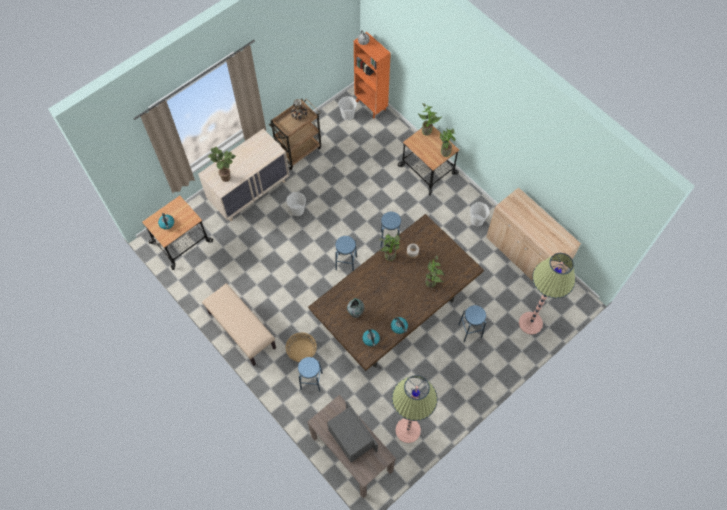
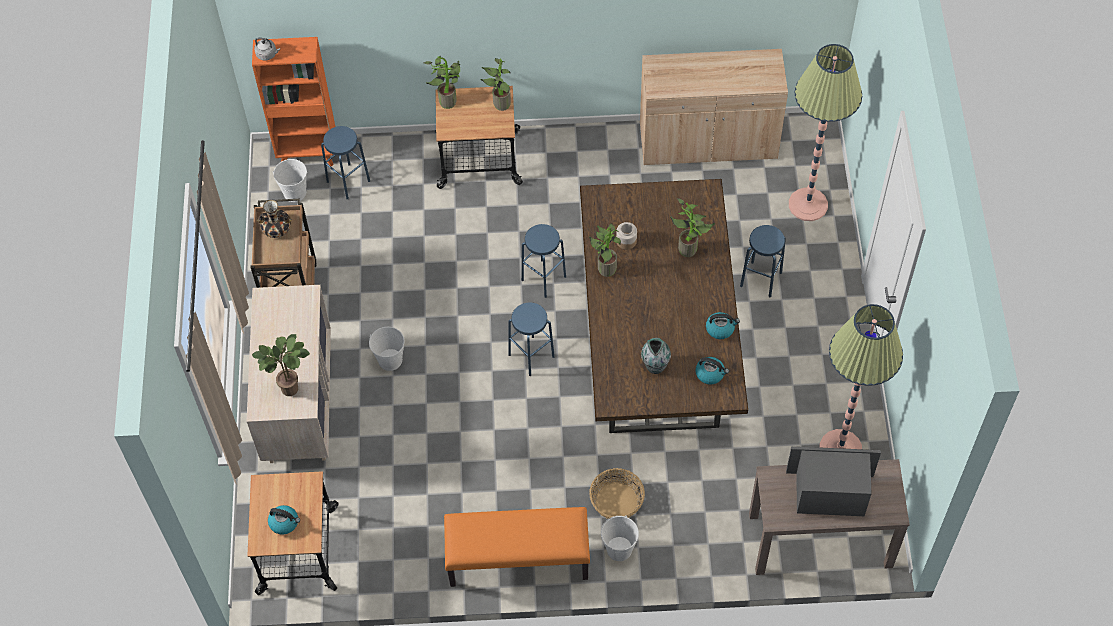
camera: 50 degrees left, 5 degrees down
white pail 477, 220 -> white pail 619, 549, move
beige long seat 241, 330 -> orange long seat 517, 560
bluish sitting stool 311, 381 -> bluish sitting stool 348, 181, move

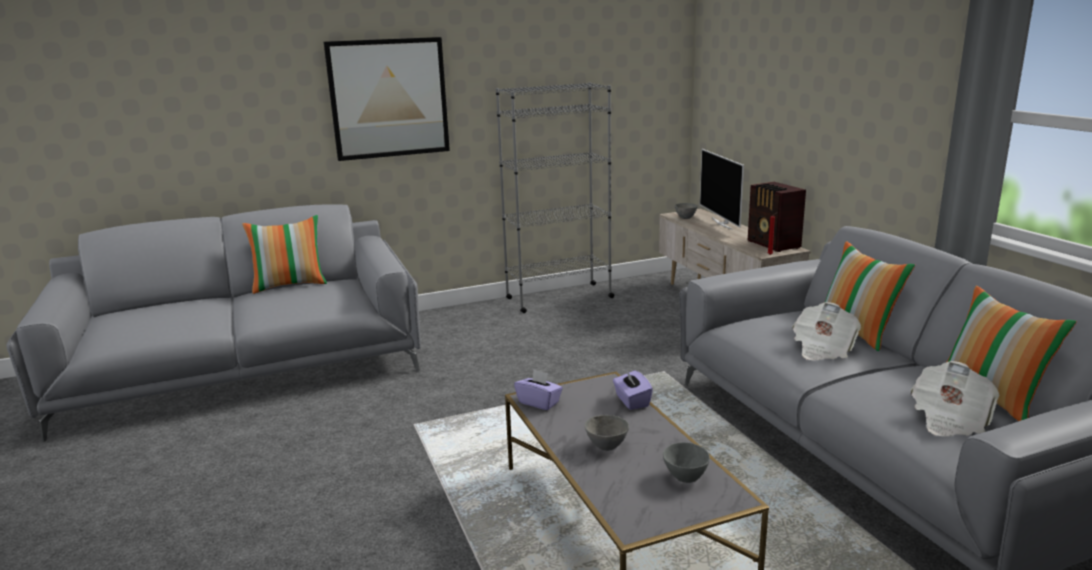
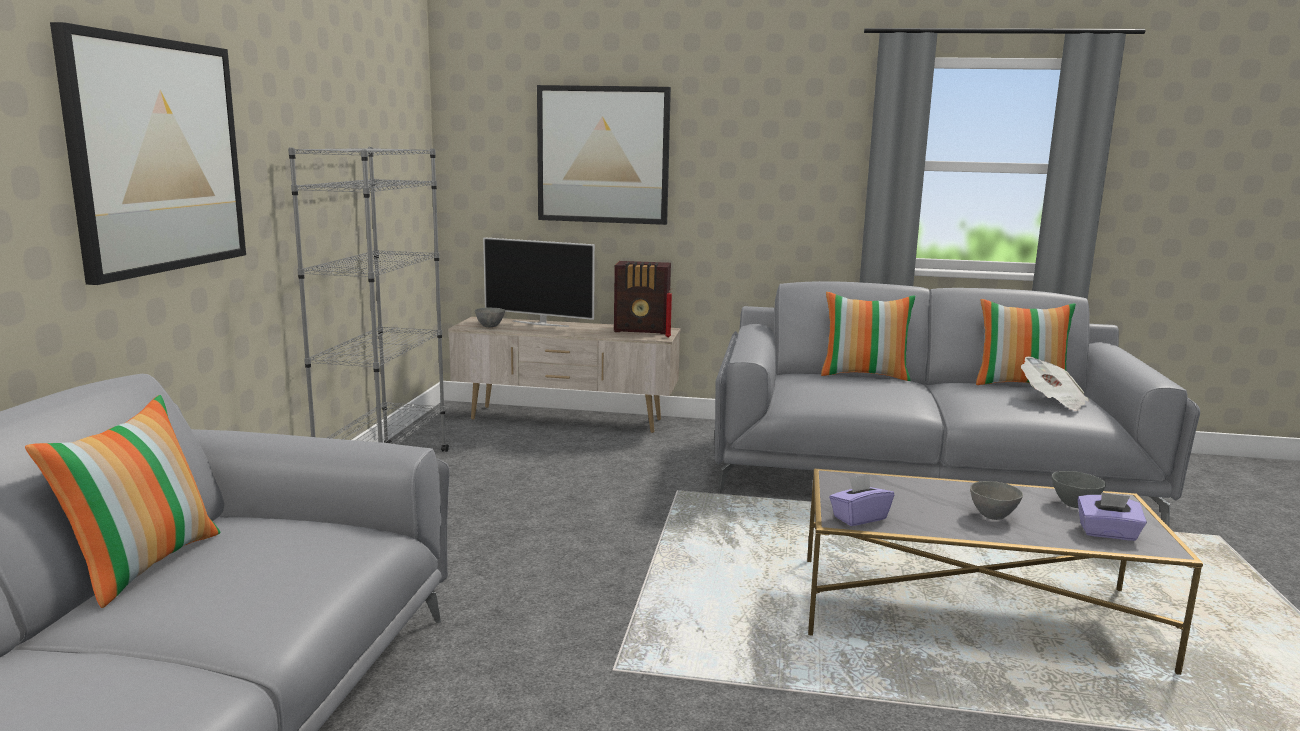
camera: 60 degrees left, 5 degrees down
printed paper 822, 349 -> none
purple box of tissues 631, 401 -> purple box of tissues 1108, 533, move
none -> wall art 603, 155

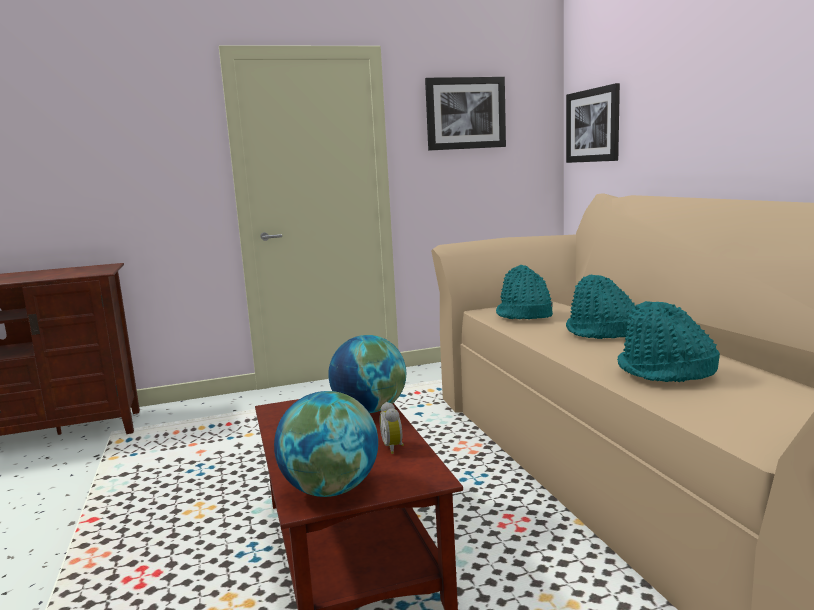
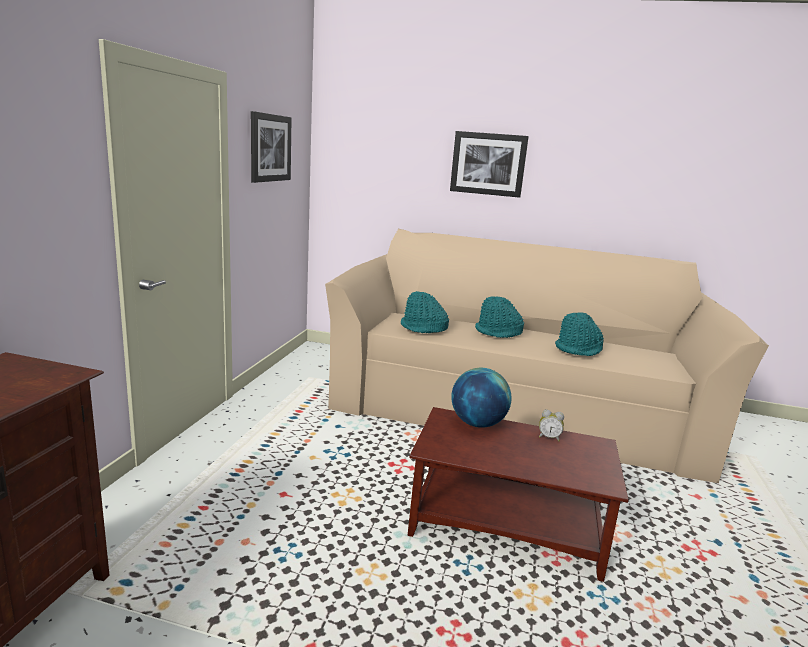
camera: 60 degrees left, 5 degrees up
wall art 593, 125 -> wall art 488, 164, move
globe 331, 489 -> none

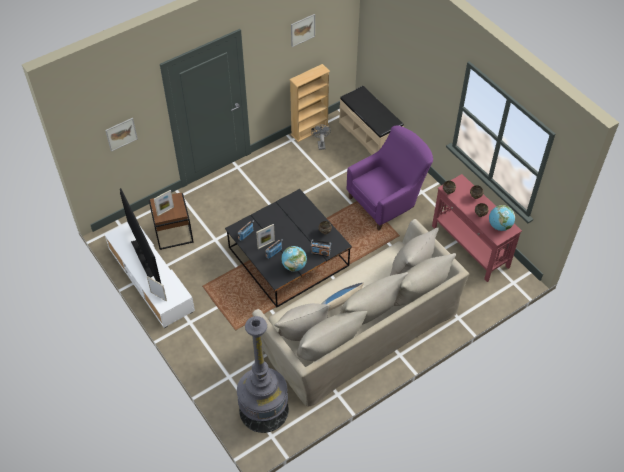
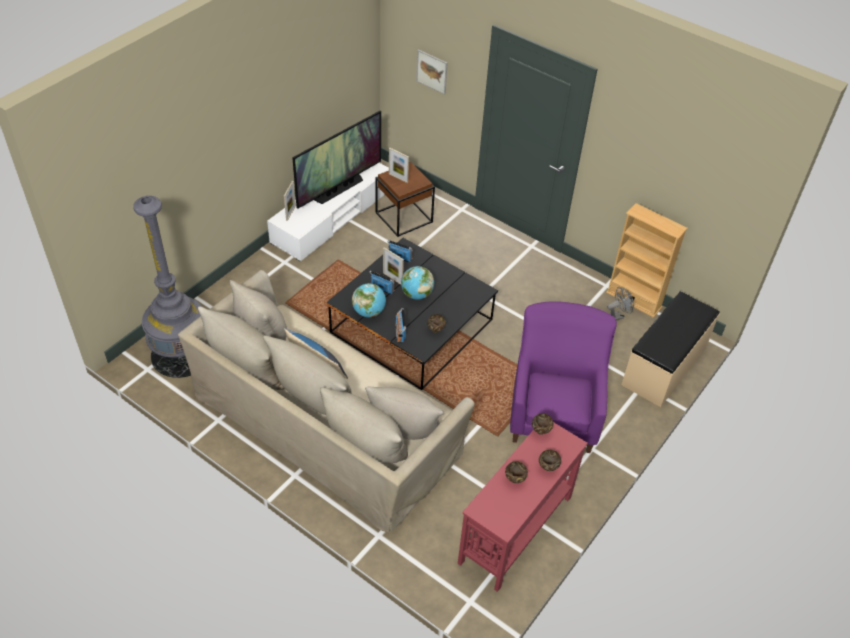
camera: 70 degrees right, 5 degrees down
wall art 302, 30 -> none
purple lounge chair 387, 201 -> purple lounge chair 553, 410, 120 degrees counterclockwise
globe 499, 226 -> globe 416, 294, move

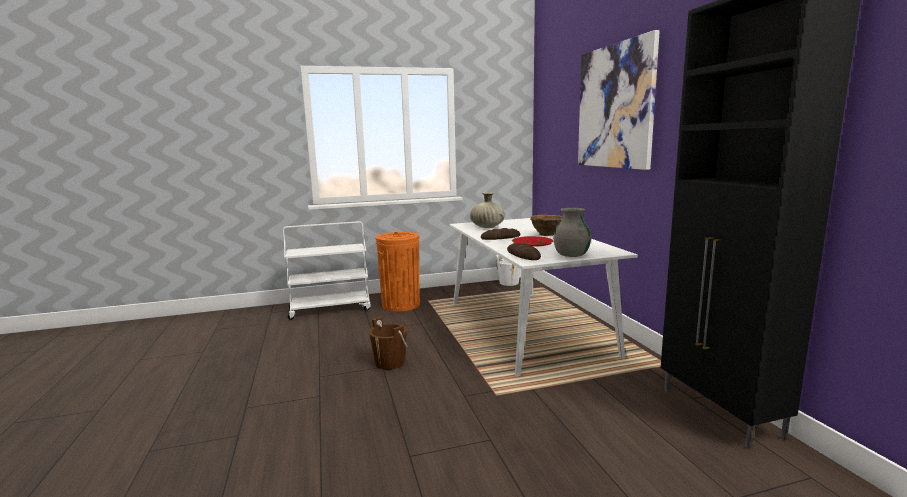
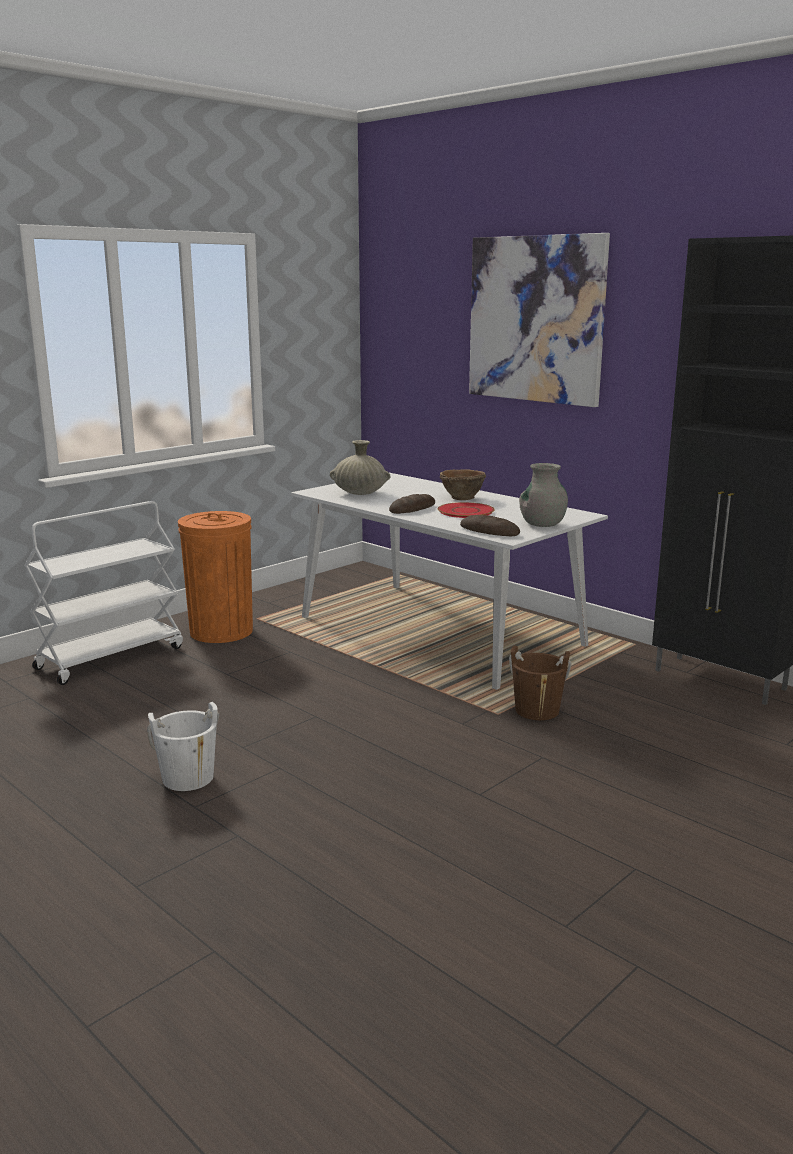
camera: 30 degrees left, 5 degrees up
white pail 509, 283 -> white pail 188, 778, move
brown-coloured pail 389, 363 -> brown-coloured pail 537, 710, move

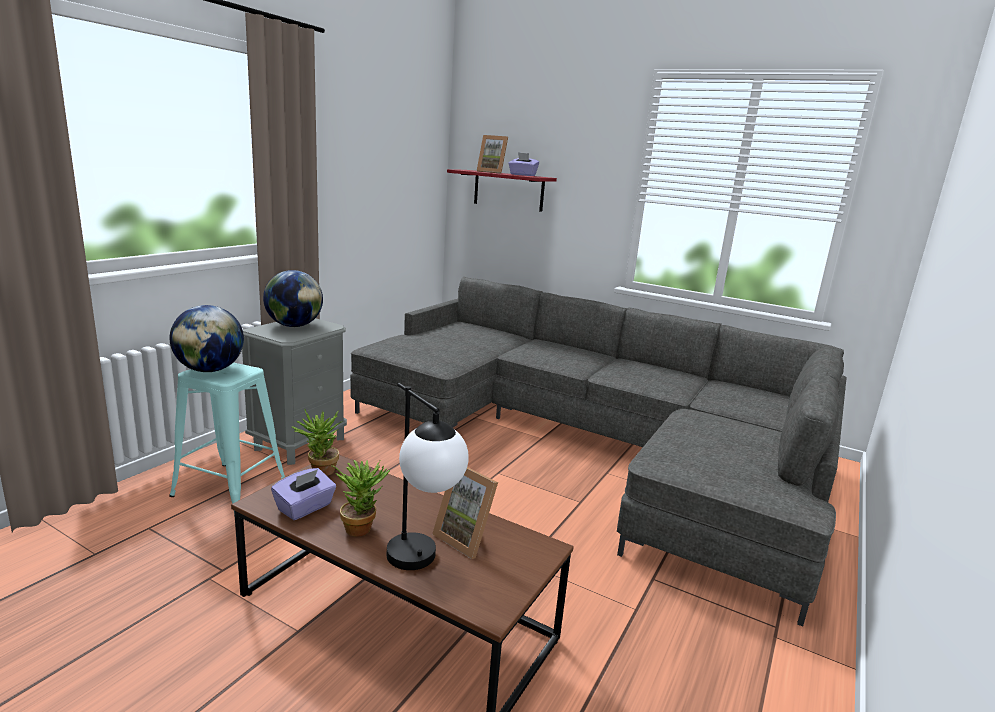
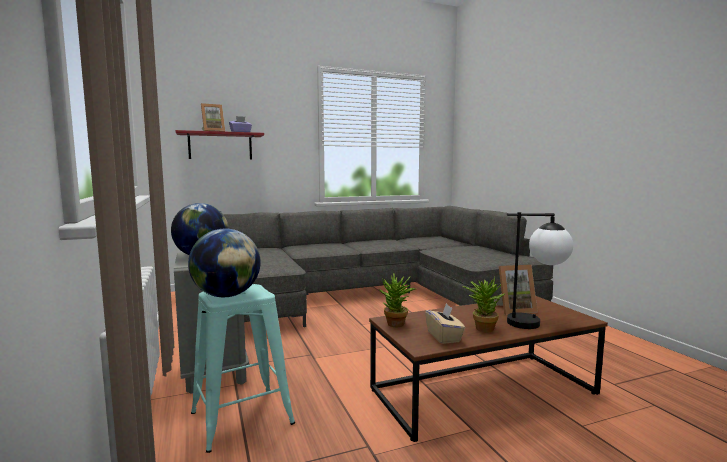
camera: 50 degrees left, 10 degrees down
purple box of tissues 305, 508 -> beige box of tissues 444, 337

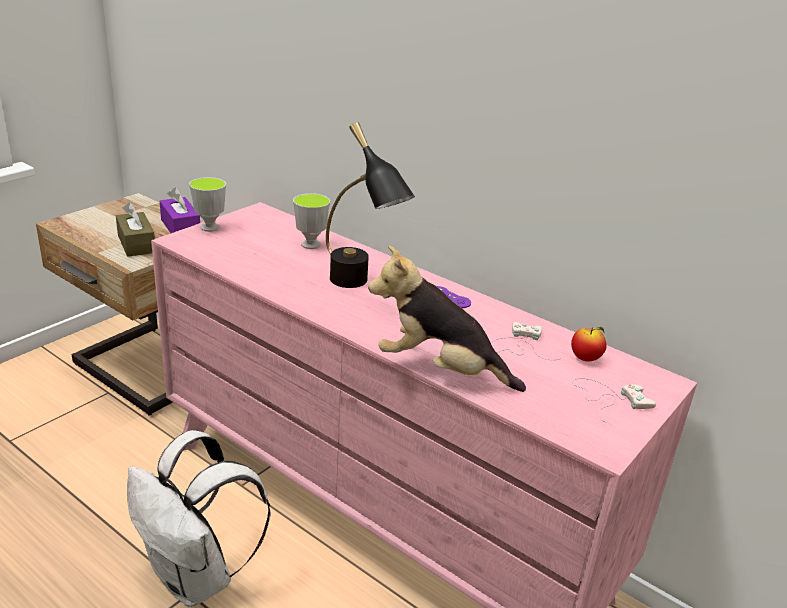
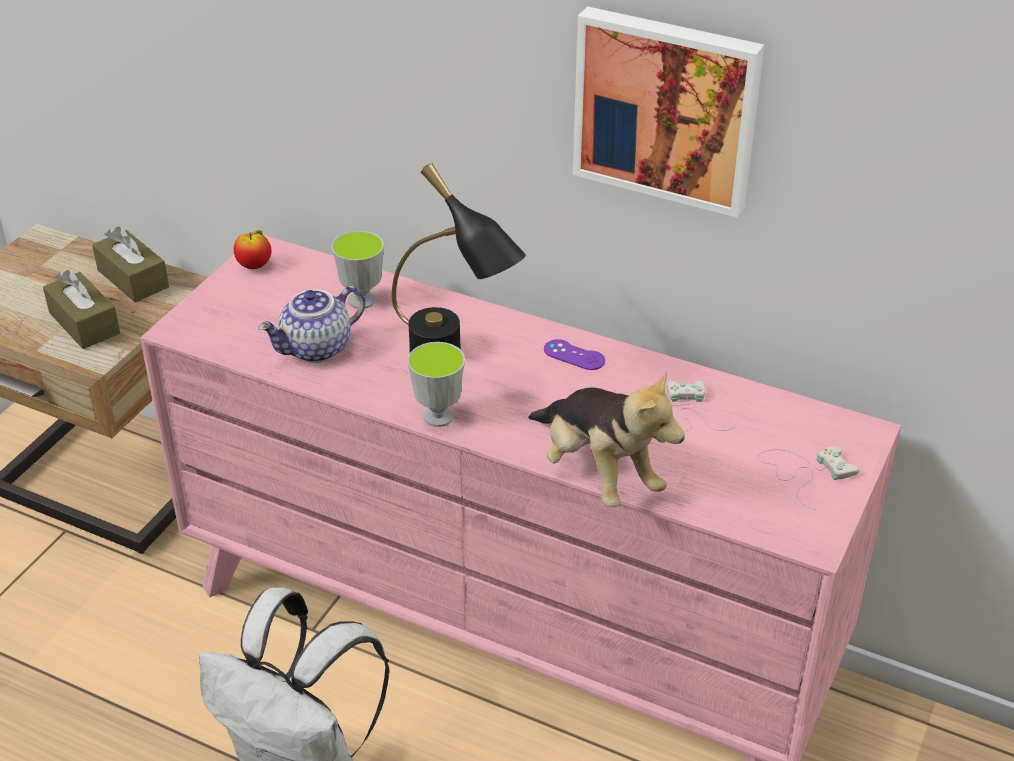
camera: 10 degrees left, 10 degrees up
drinking cup 210, 227 -> drinking cup 438, 416, move
purple box of tissues 180, 227 -> brown-coloured box of tissues 133, 279
soft toy 440, 370 -> soft toy 598, 473, 135 degrees counterclockwise
whole apple 585, 358 -> whole apple 254, 266, move
none -> wall art 667, 108
none -> teapot 316, 349

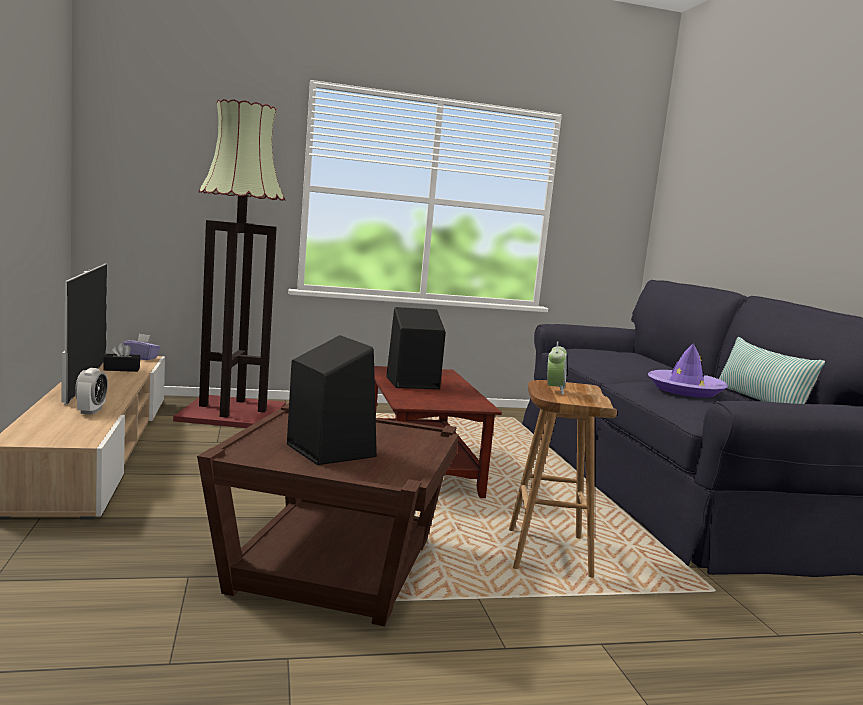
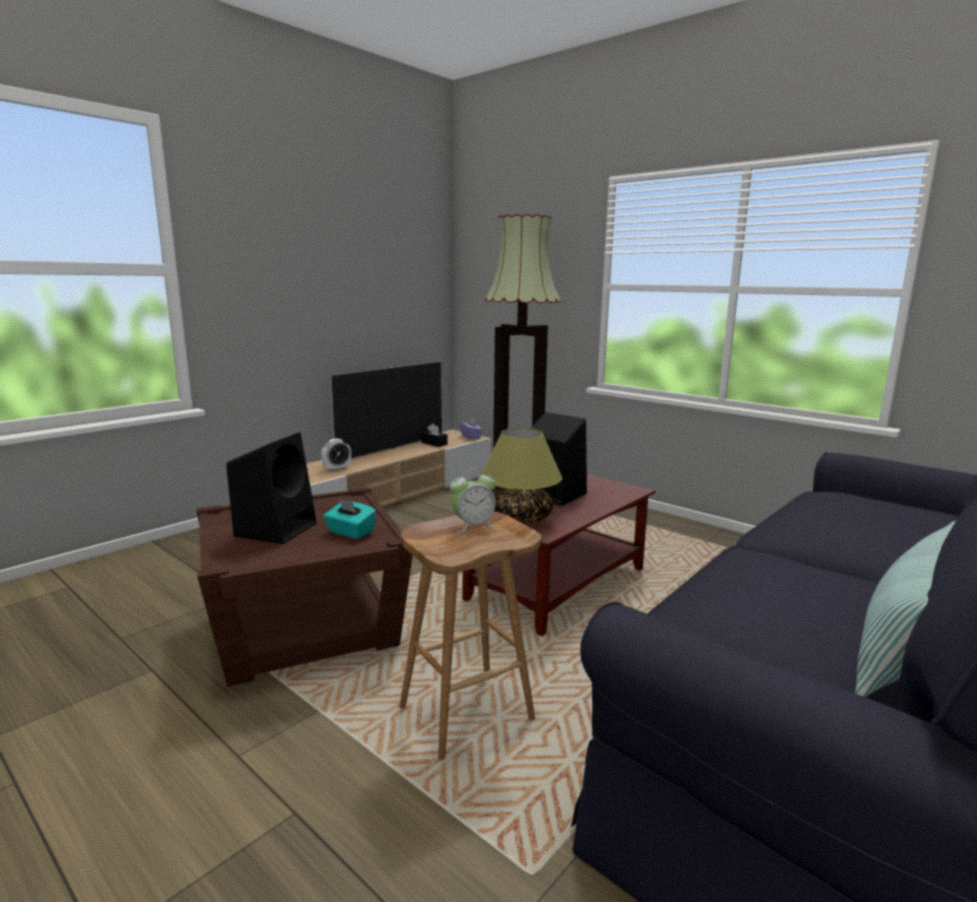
camera: 55 degrees right, 5 degrees up
purple wearable hat 685, 390 -> none
none -> lamp for a table 520, 518
none -> blue-green box of tissues 350, 532

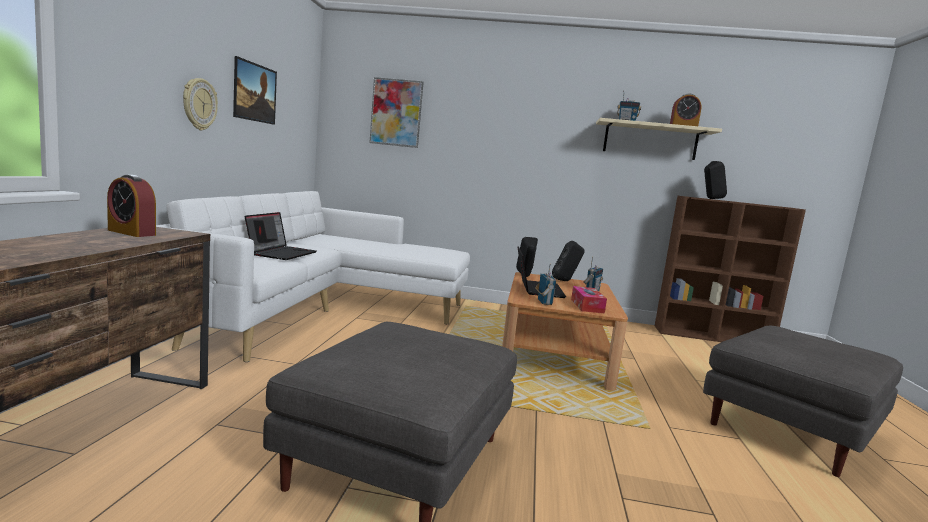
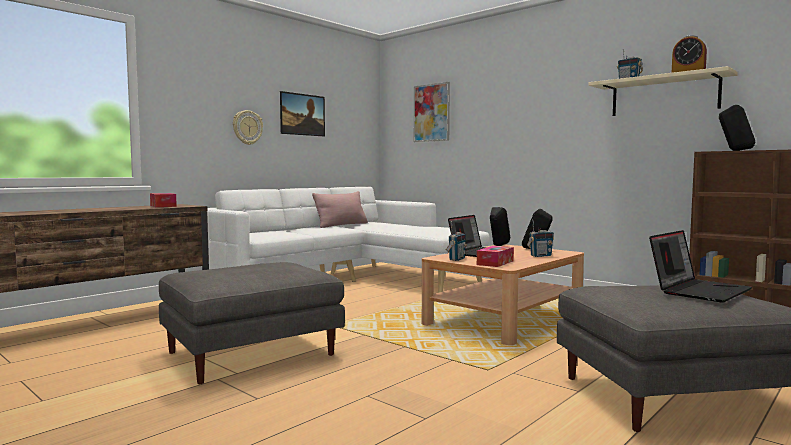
camera: 35 degrees right, 5 degrees down
table clock 131, 232 -> box of tissues 163, 206
laptop 281, 253 -> laptop 699, 290, move
none -> pinkish throw pillow 341, 225

